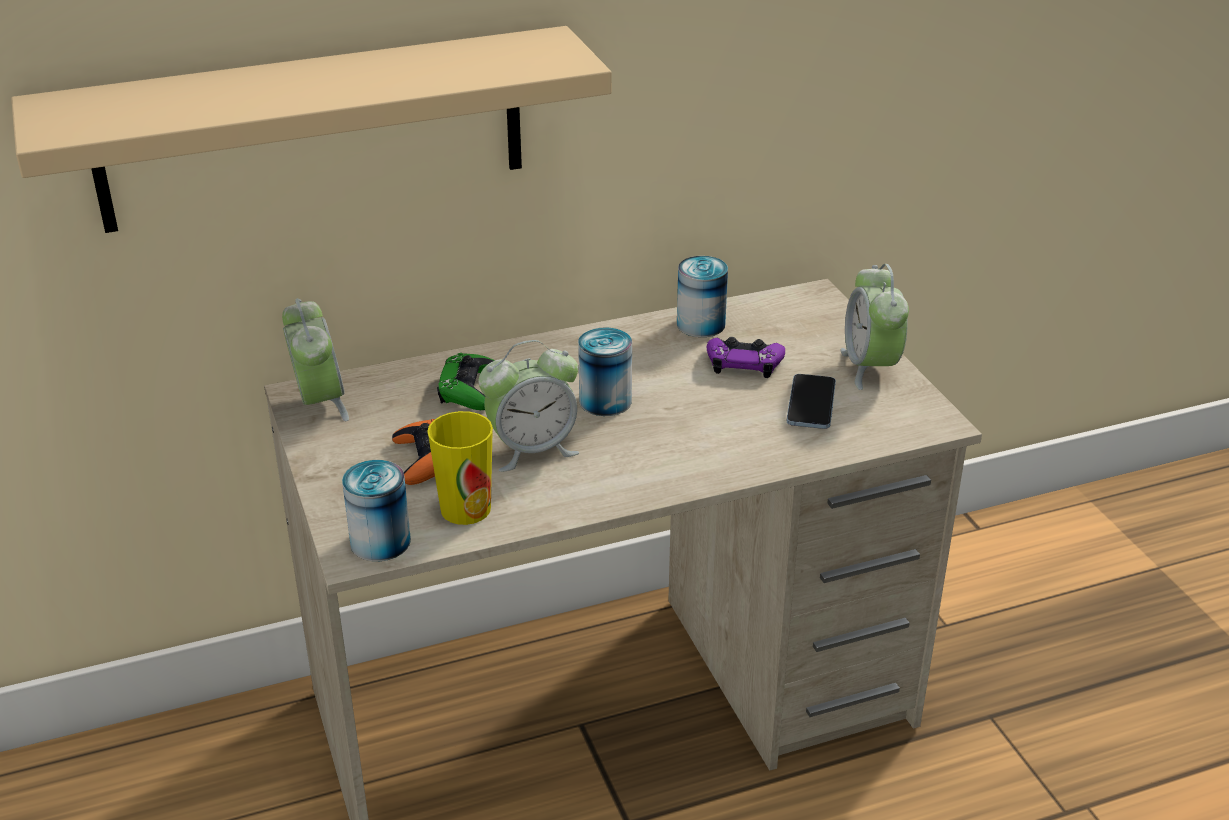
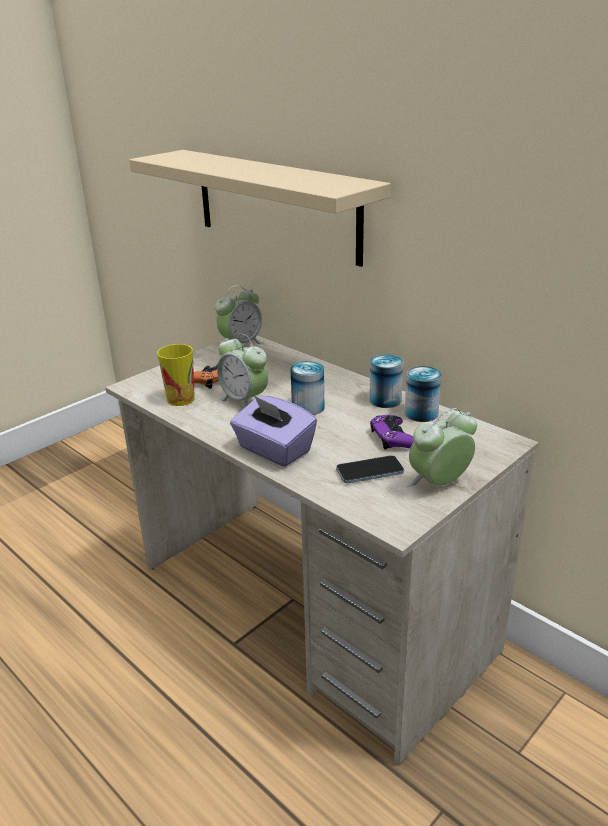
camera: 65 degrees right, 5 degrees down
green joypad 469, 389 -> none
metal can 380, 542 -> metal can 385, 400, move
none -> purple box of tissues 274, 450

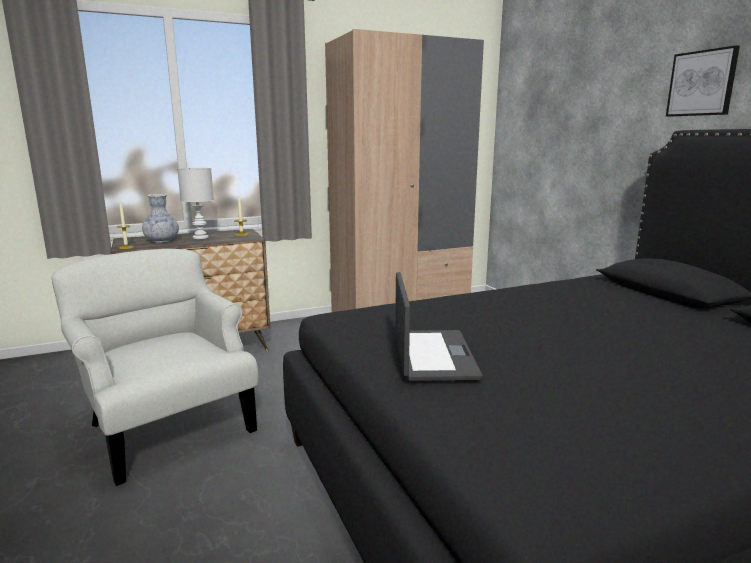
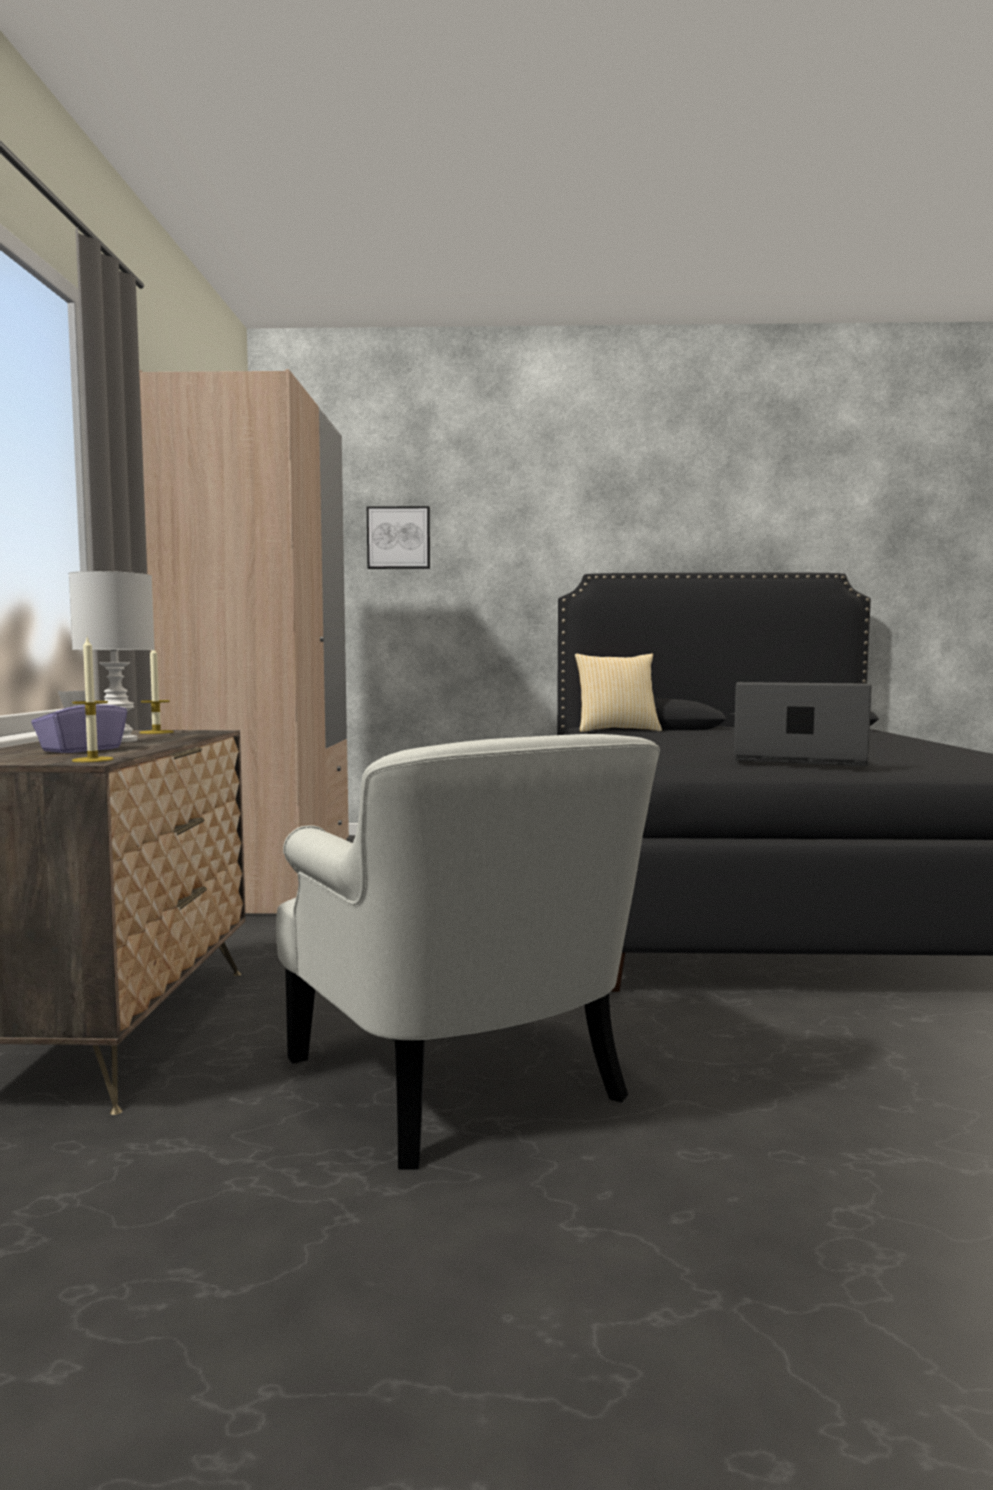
camera: 65 degrees left, 10 degrees down
wall art 702, 83 -> wall art 398, 538, move
decorative vase 162, 241 -> purple box of tissues 81, 750
white lounge chair 167, 427 -> white lounge chair 464, 1079, 105 degrees counterclockwise
none -> throw pillow 616, 730

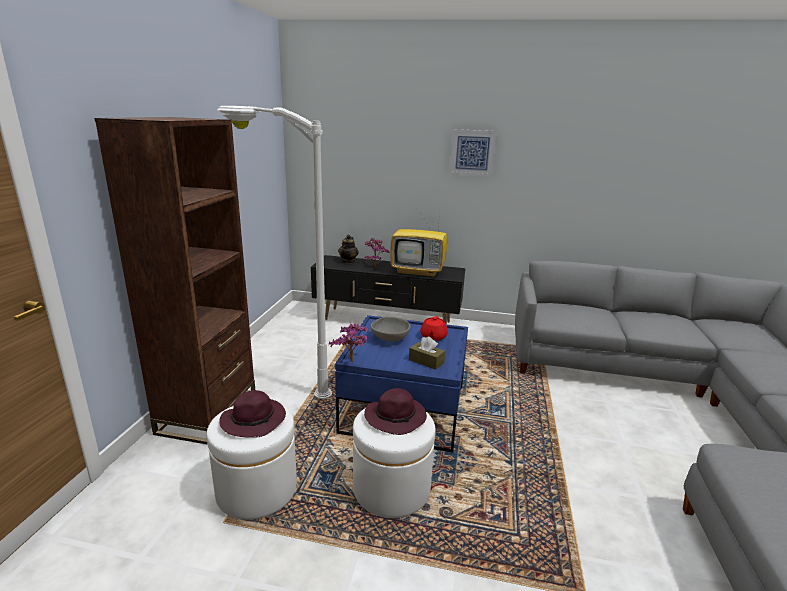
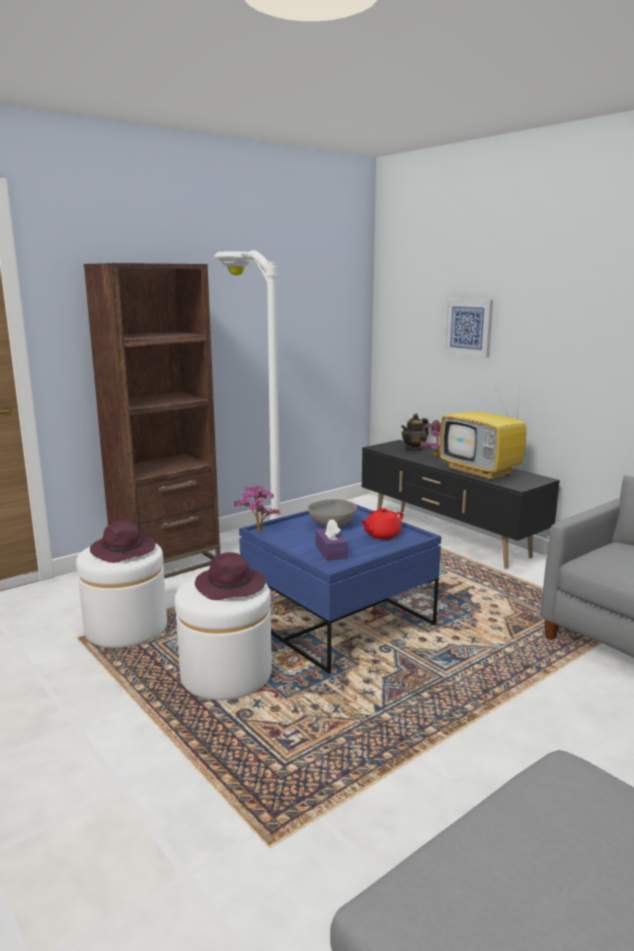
camera: 40 degrees right, 5 degrees down
wall art 472, 152 -> wall art 468, 327, move
brown-coloured box of tissues 426, 361 -> purple box of tissues 331, 551

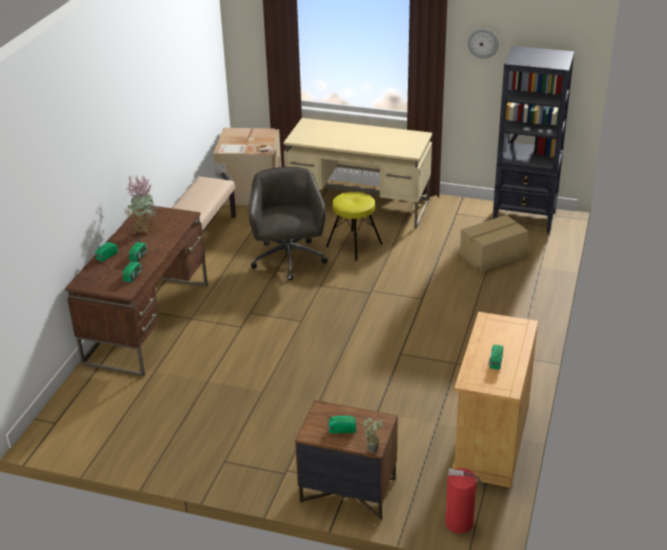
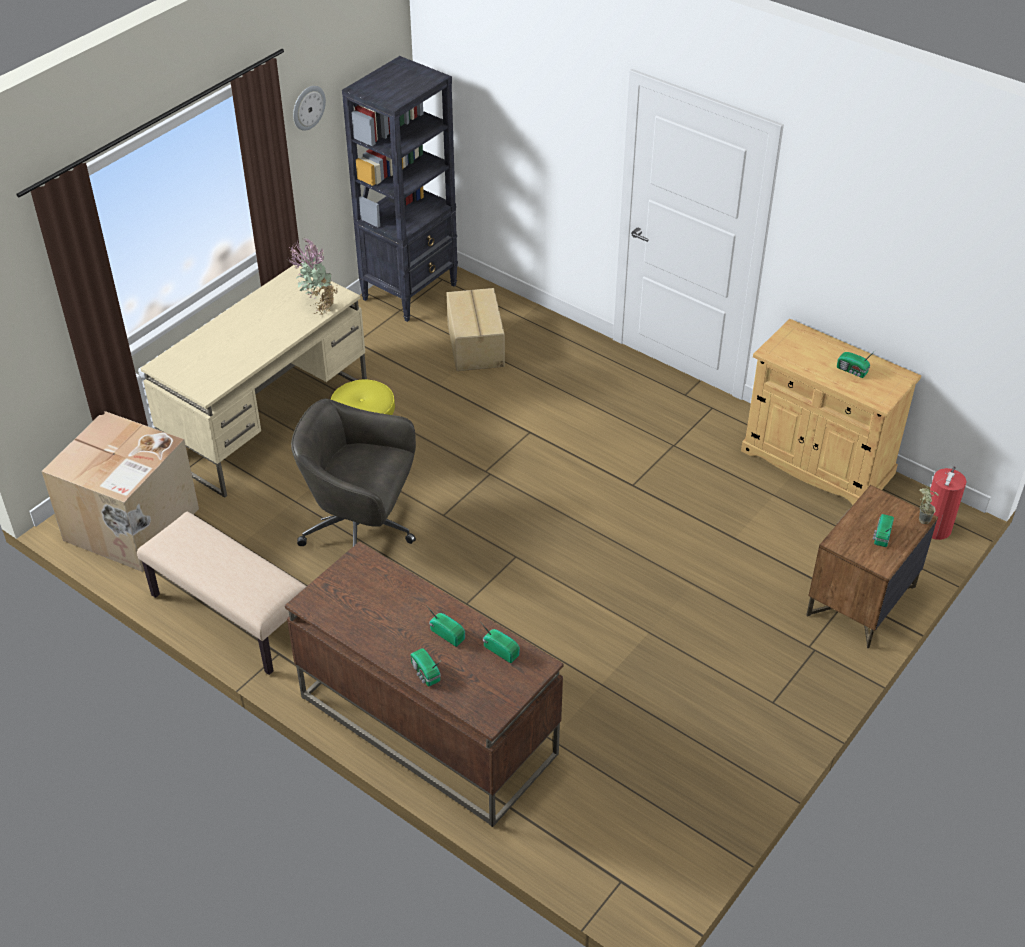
camera: 70 degrees left, 10 degrees up
potted plant 143, 228 -> potted plant 317, 306, move

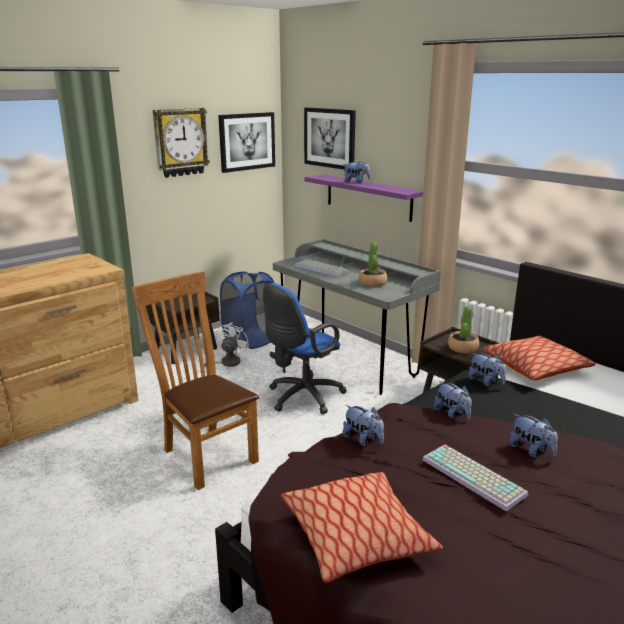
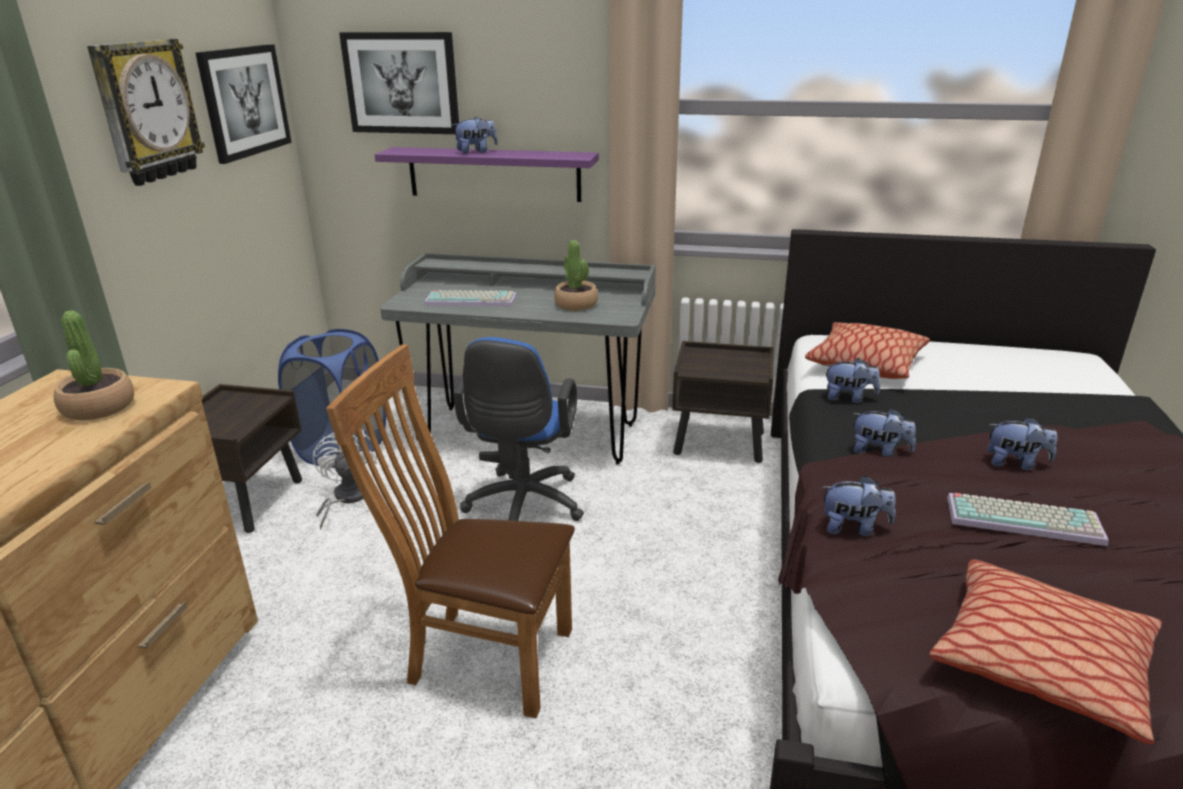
camera: 35 degrees left, 5 degrees up
potted plant 462, 348 -> potted plant 98, 407, move

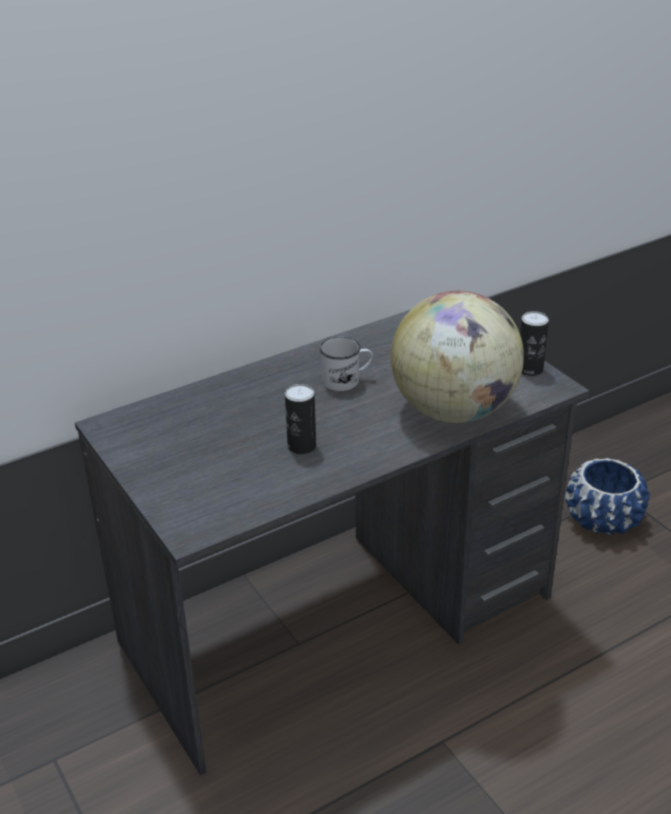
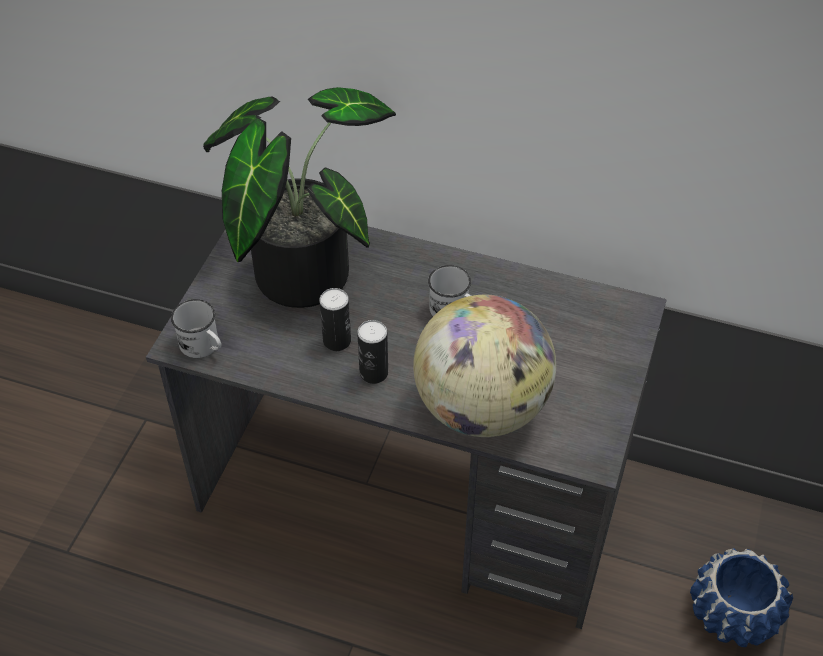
camera: 50 degrees right, 15 degrees up
metal can 530, 369 -> metal can 373, 373, move
none -> potted plant 299, 266
none -> white tea mug 203, 347

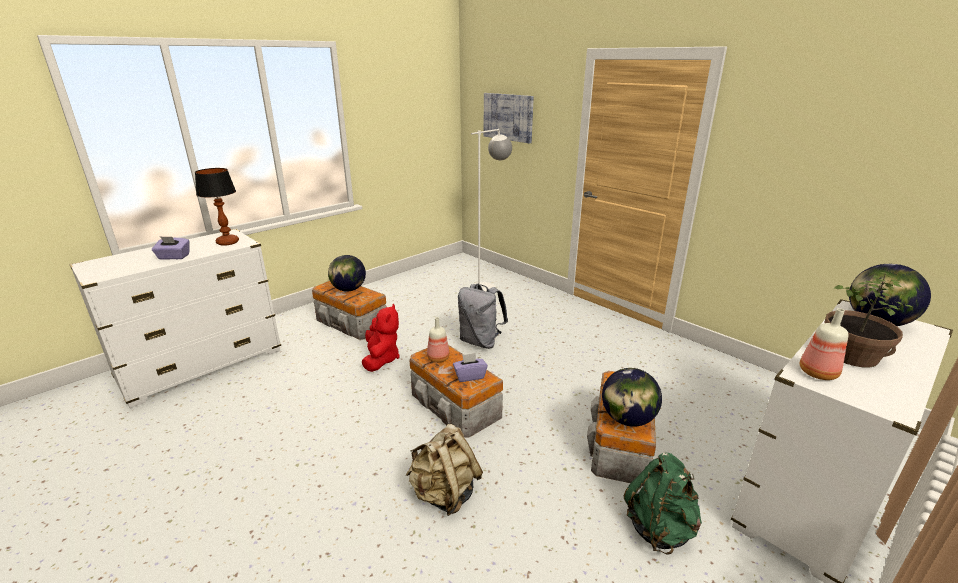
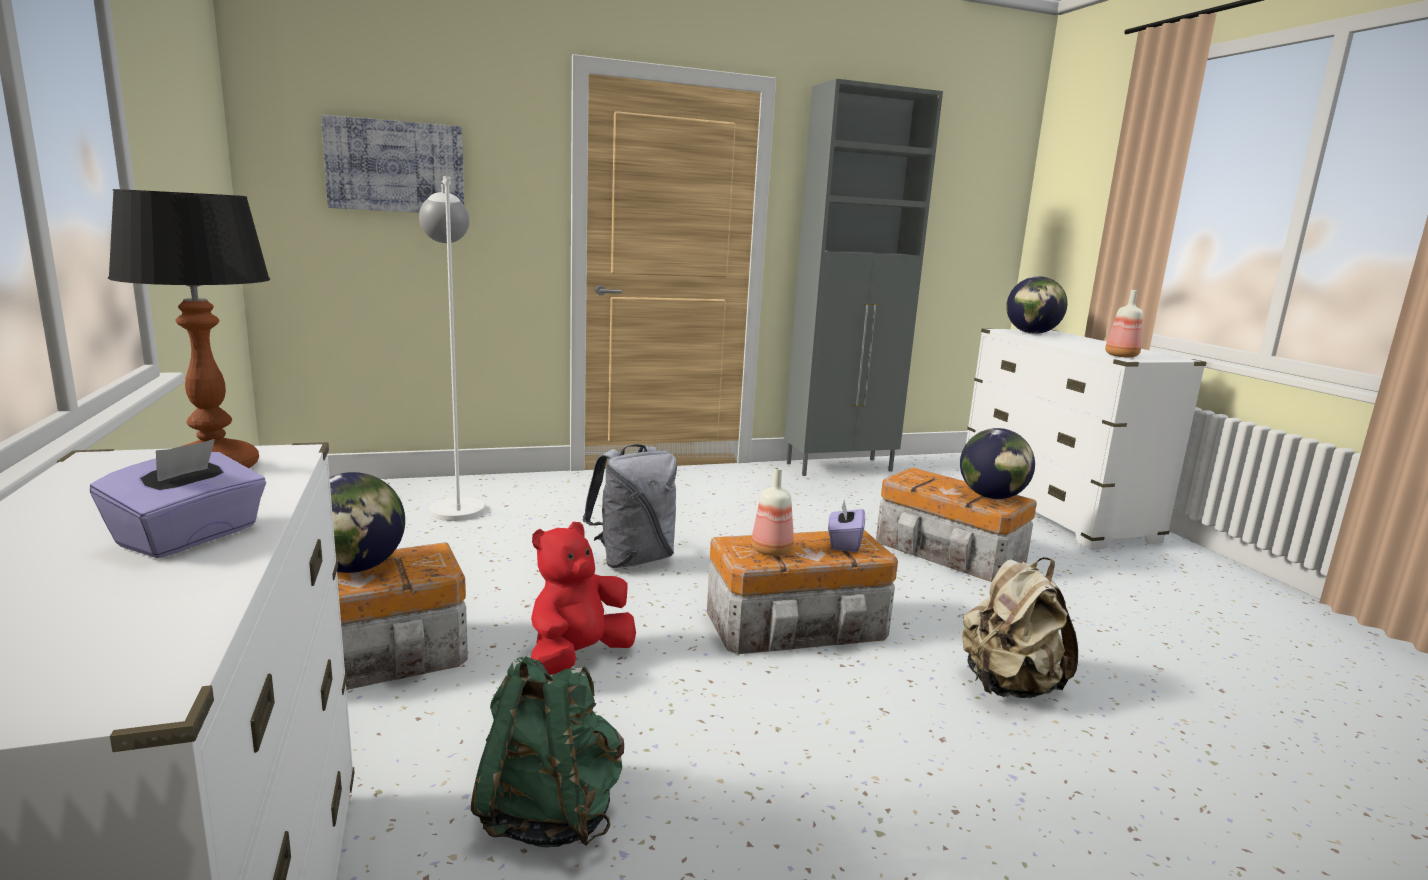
camera: 65 degrees left, 10 degrees down
potted plant 851, 355 -> none
reddish soft toy 381, 359 -> reddish soft toy 578, 657, 75 degrees counterclockwise
green backpack 660, 527 -> green backpack 549, 814, move
none -> gray storage cabinet 841, 467

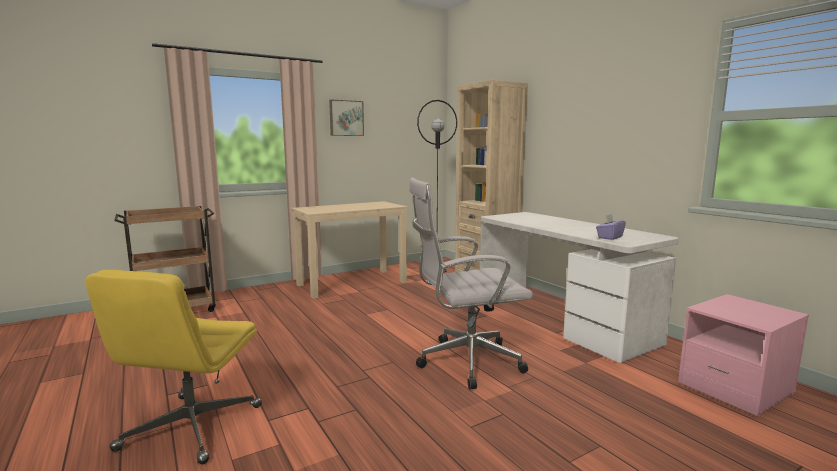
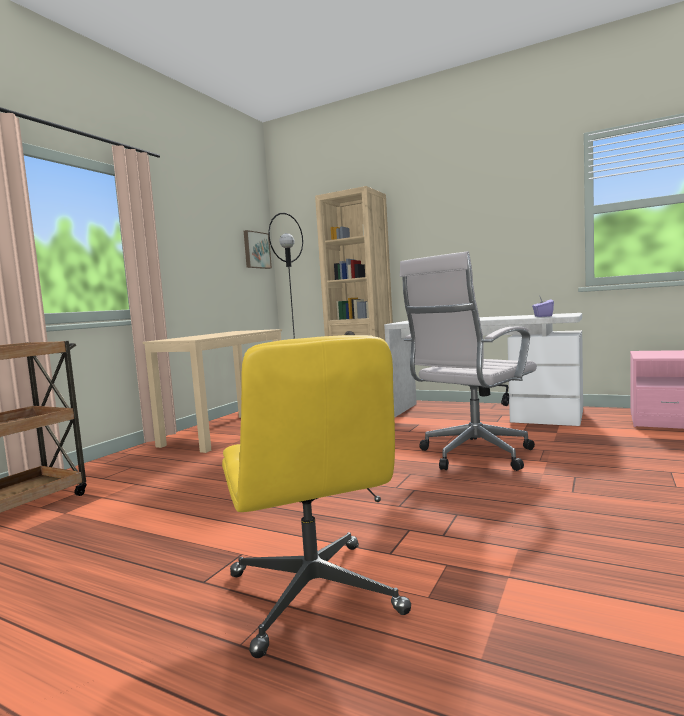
camera: 30 degrees left, 5 degrees down
wall art 346, 118 -> wall art 256, 250, move

